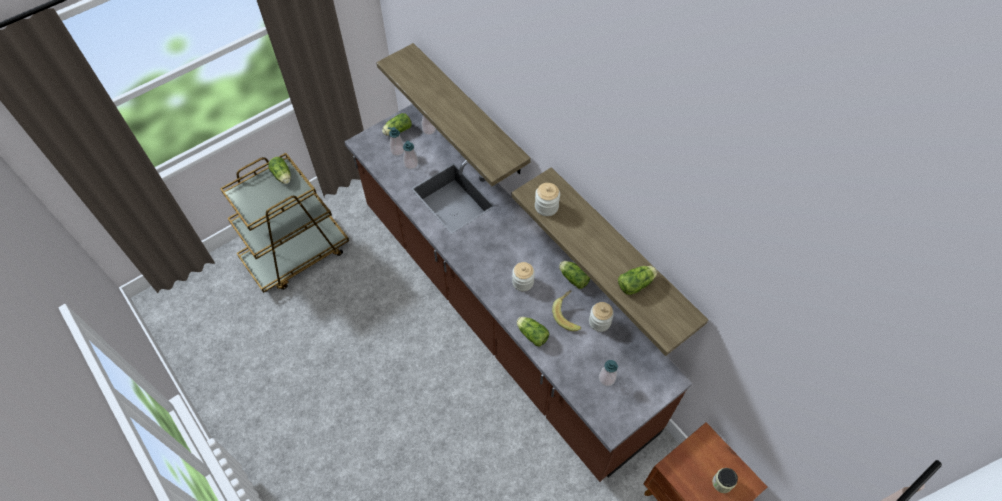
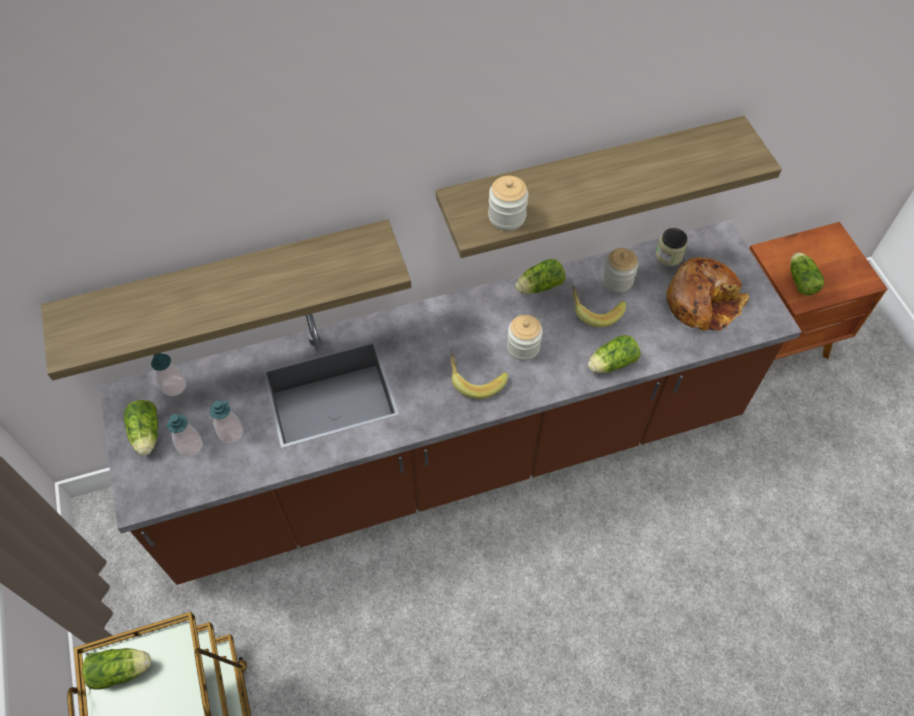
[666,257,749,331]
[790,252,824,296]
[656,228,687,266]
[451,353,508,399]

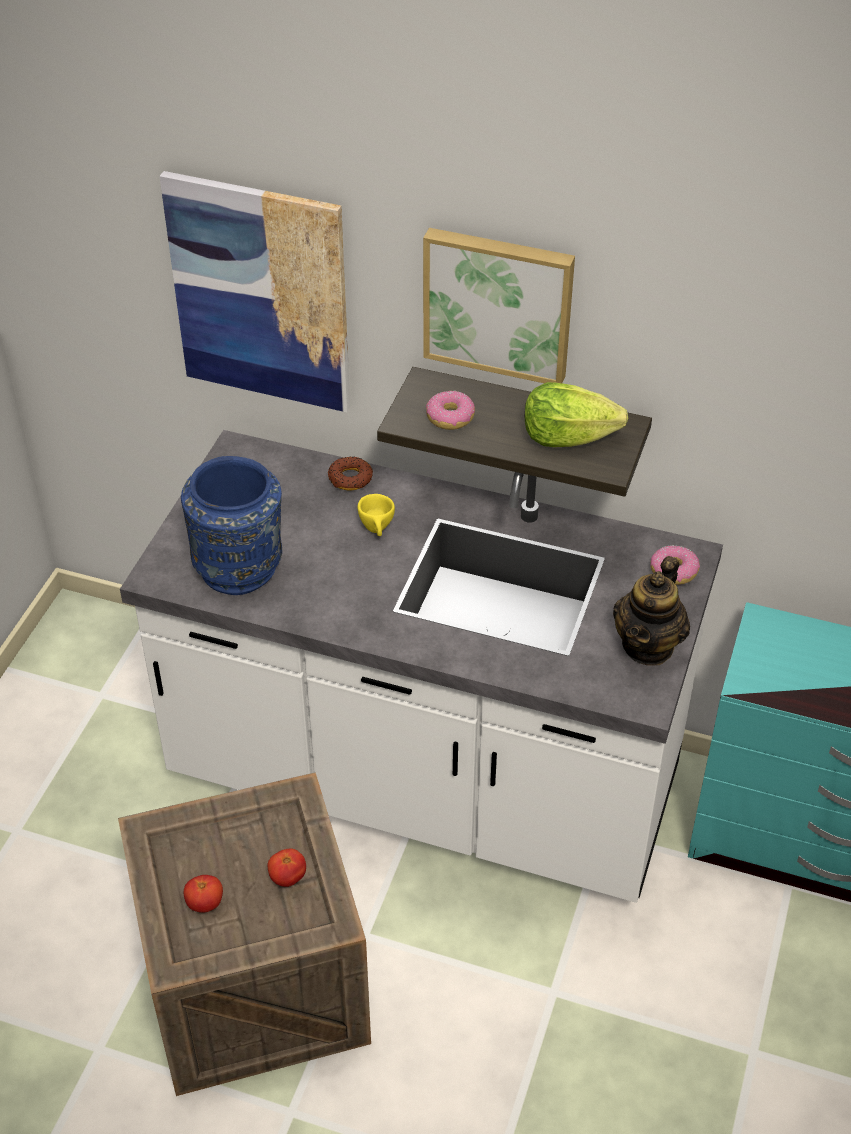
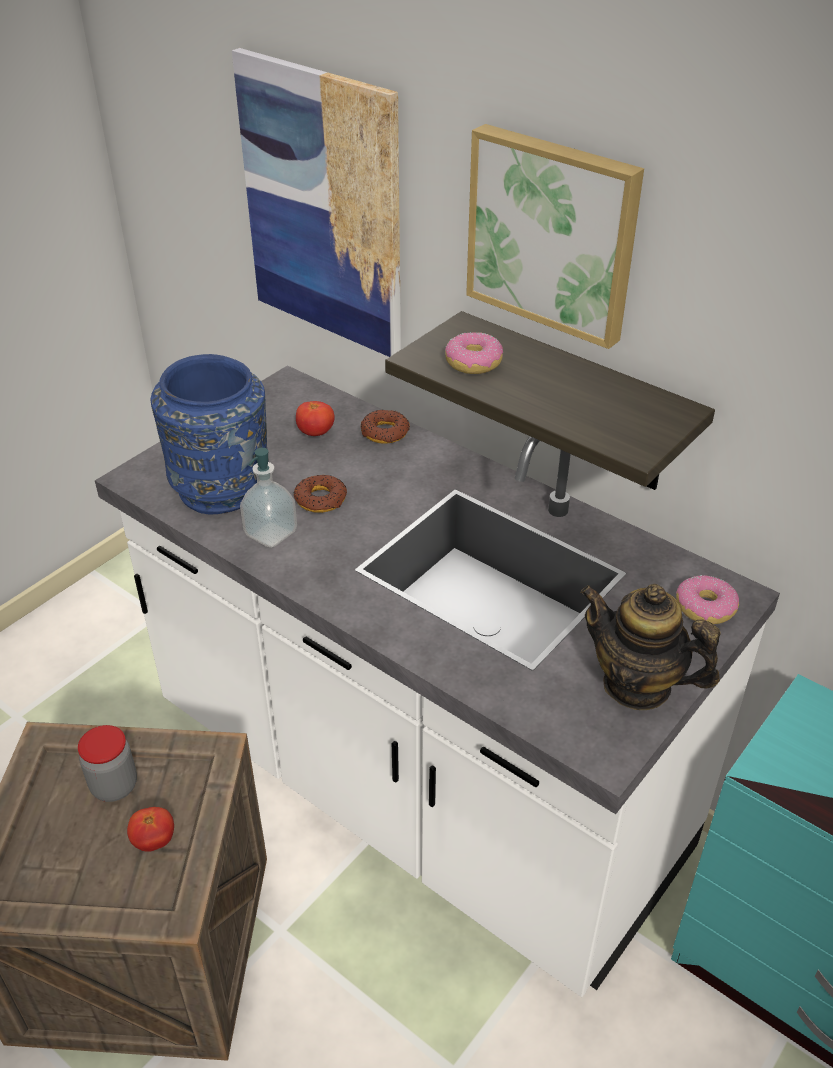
[296,401,335,436]
[358,494,395,536] (first image)
[524,382,628,447] (first image)
[580,584,721,710]
[78,725,137,802]
[240,448,297,548]
[294,475,347,513]

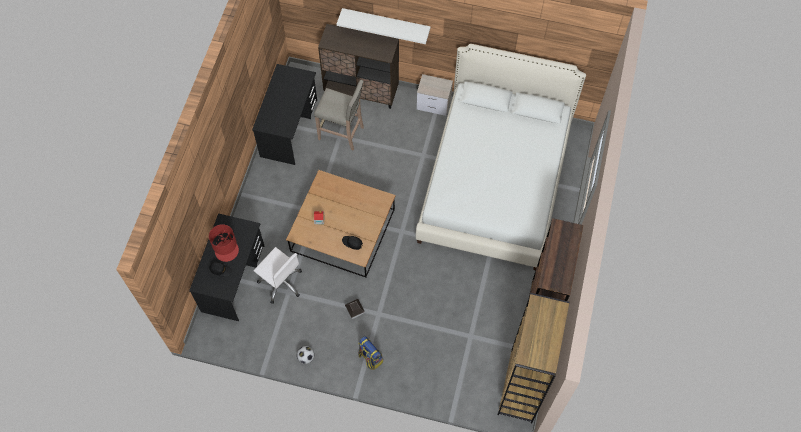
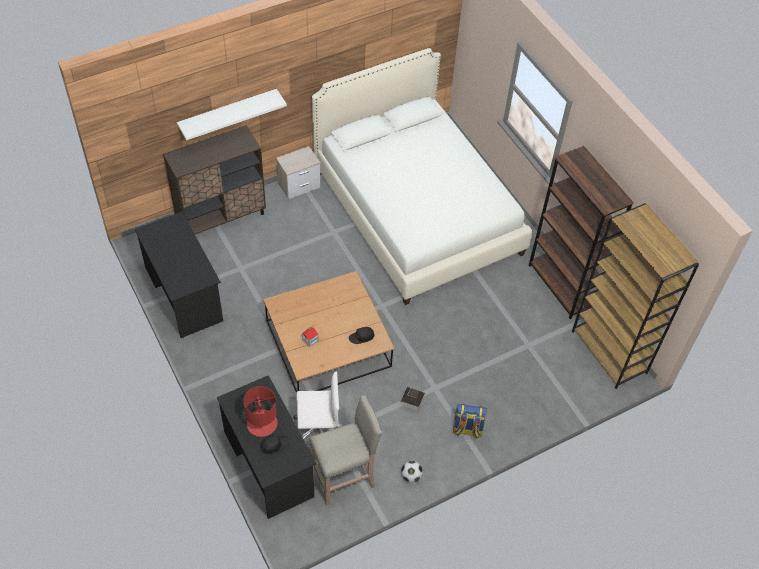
[309,395,382,506]

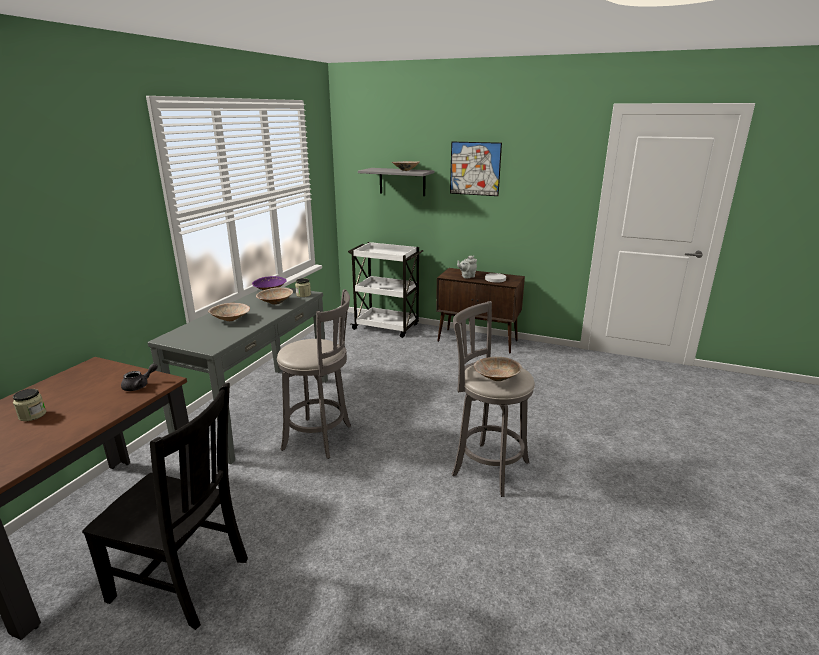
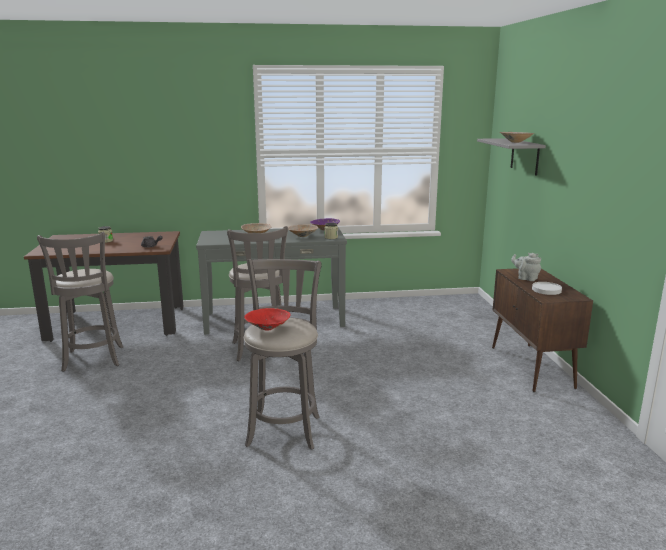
[37,232,123,372]
[348,242,423,338] (first image)
[450,142,502,196] (first image)
[244,308,290,331]

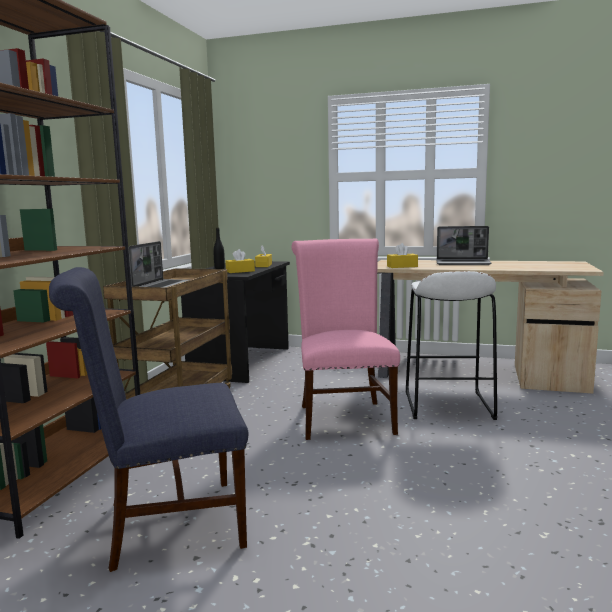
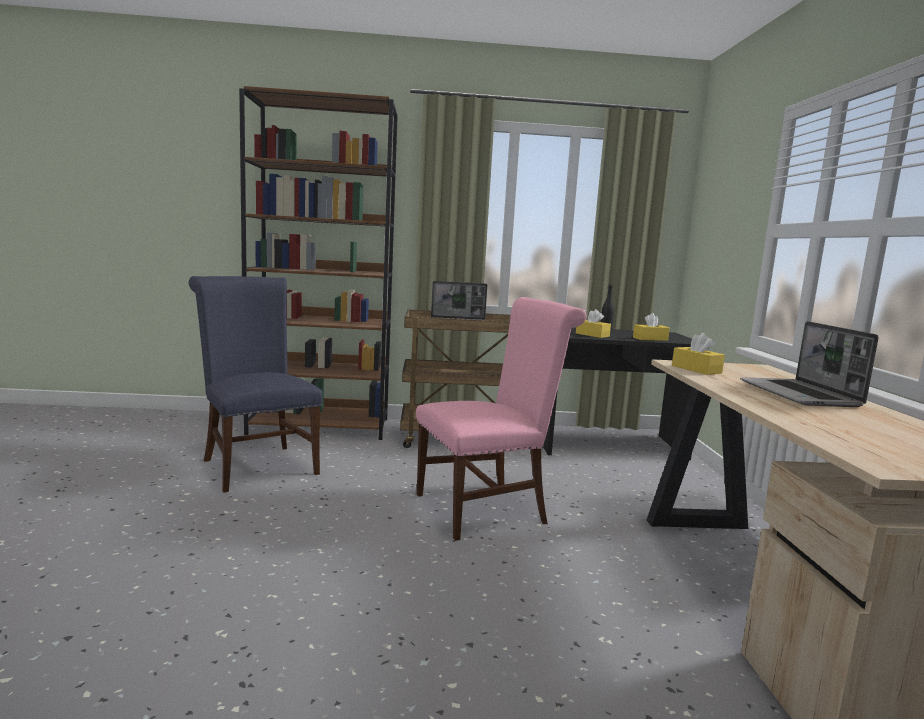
[406,271,497,420] (first image)

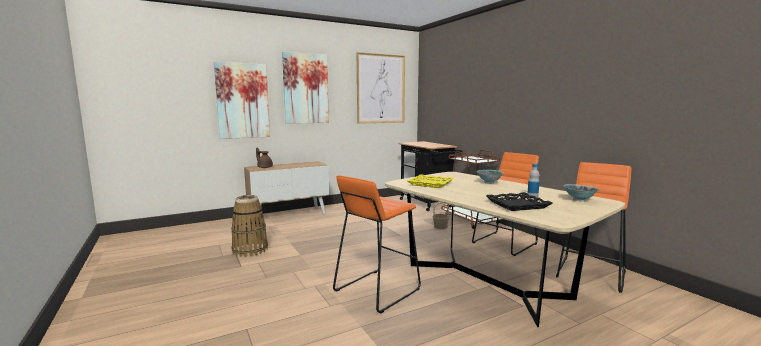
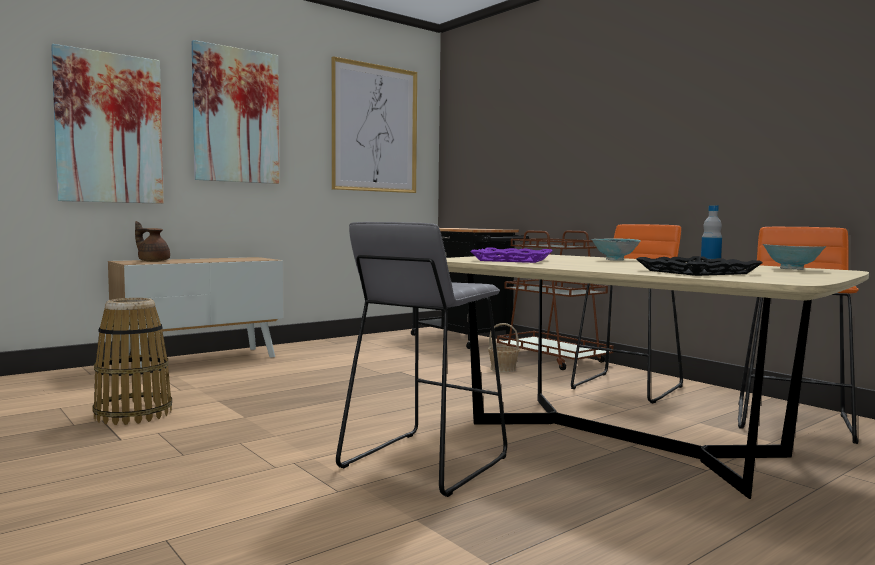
[336,222,507,497]
[470,248,553,263]

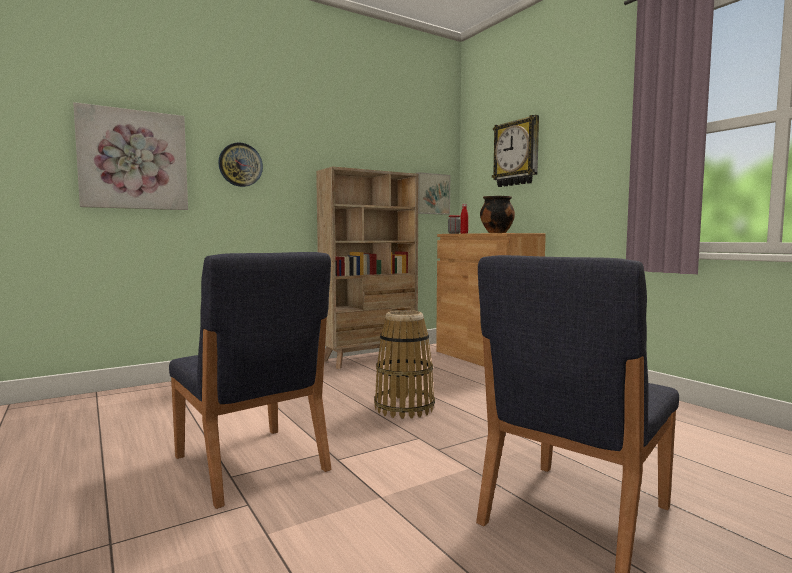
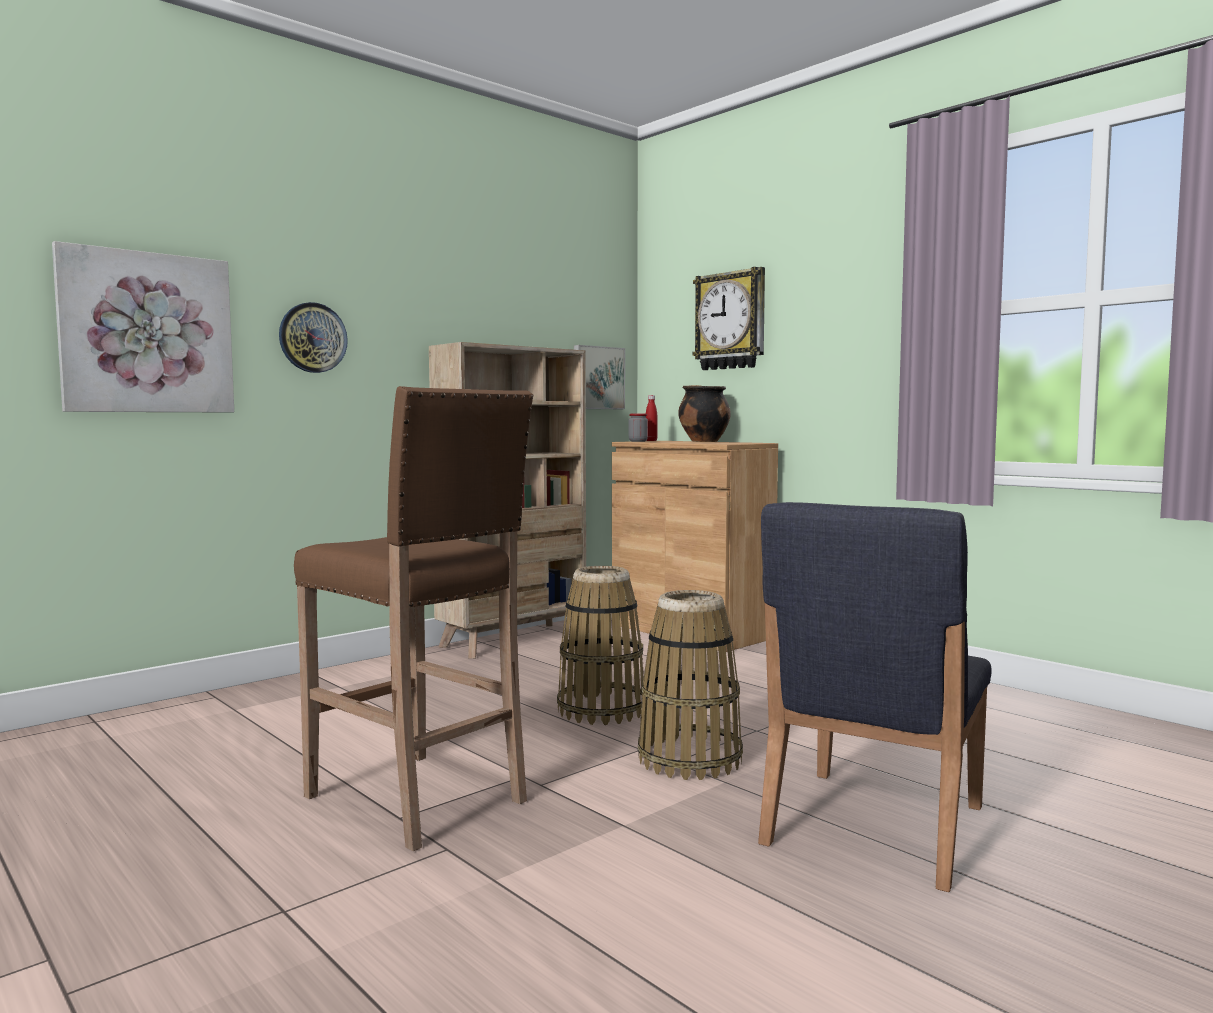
[294,386,533,851]
[638,590,743,780]

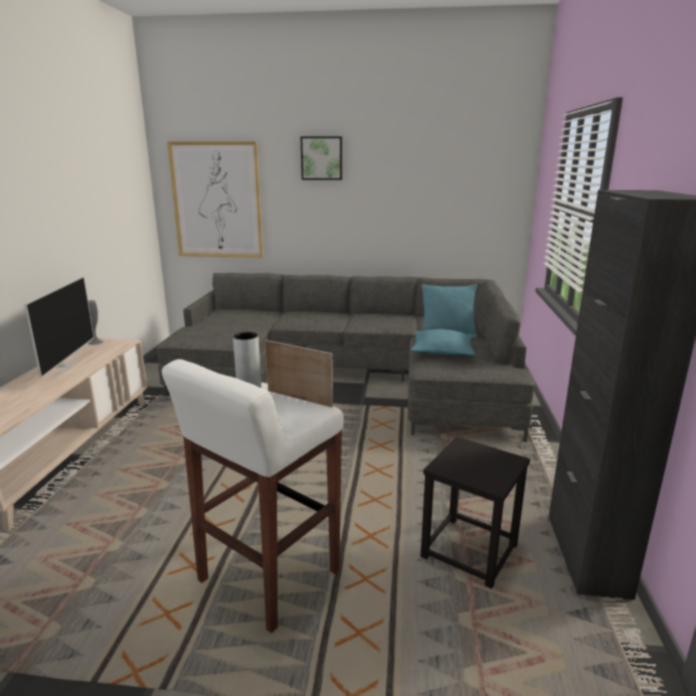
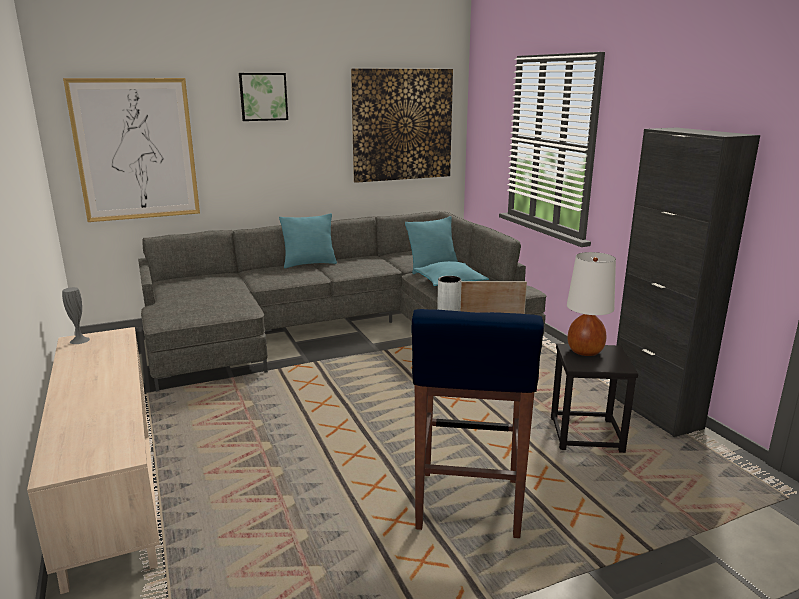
[24,276,94,378] (first image)
[411,309,544,538]
[279,213,337,268]
[351,68,453,183]
[567,252,616,356]

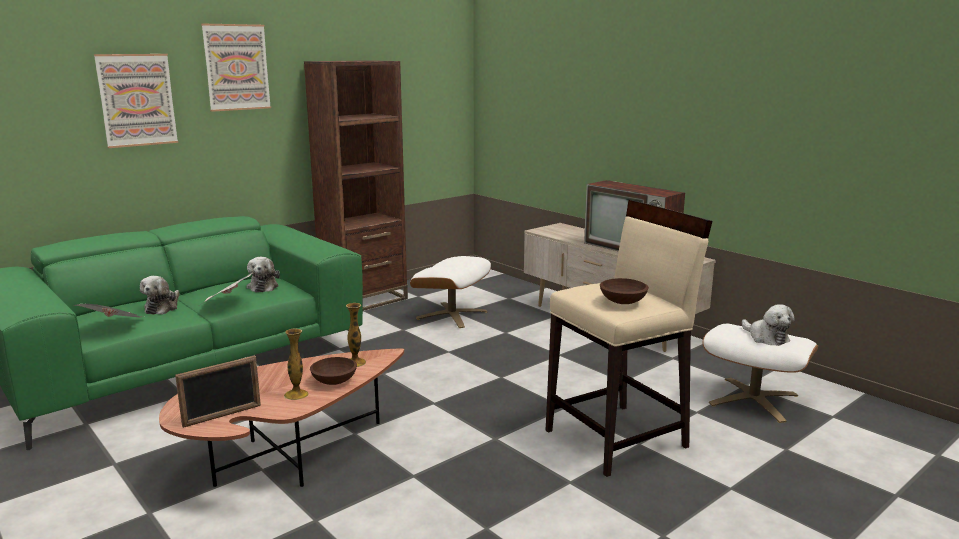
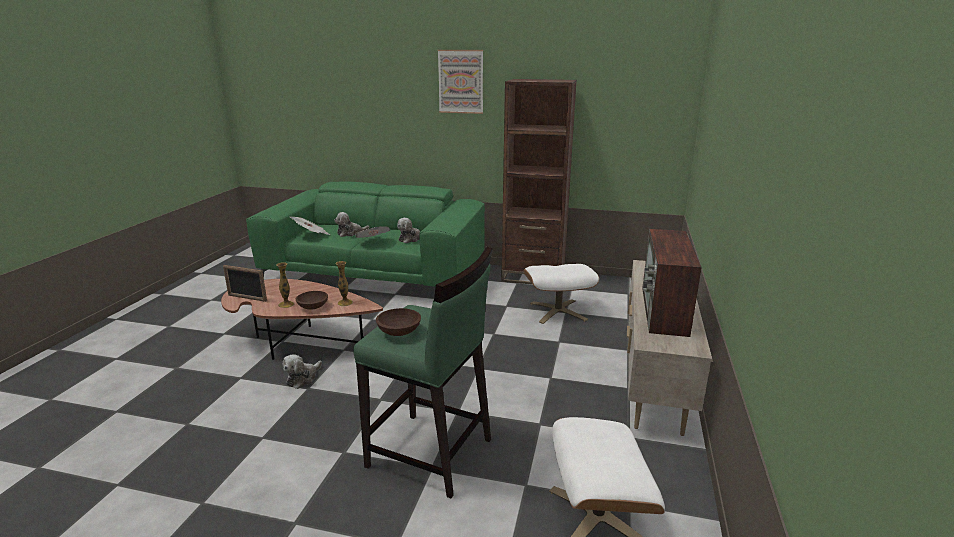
[94,54,178,148] (first image)
[353,247,493,498]
[282,354,322,389]

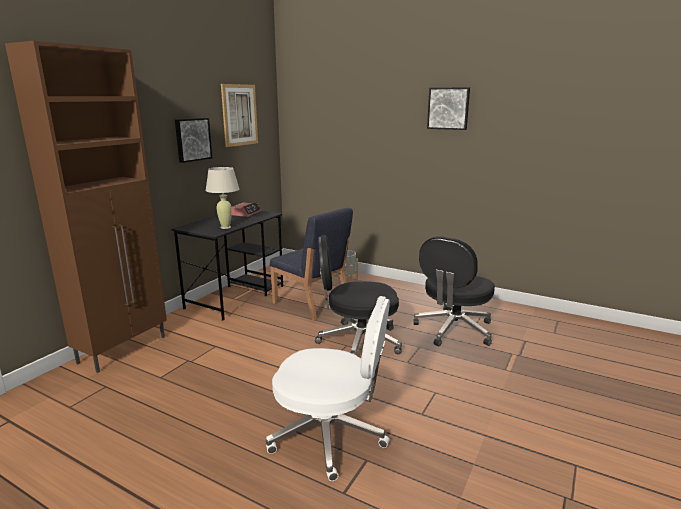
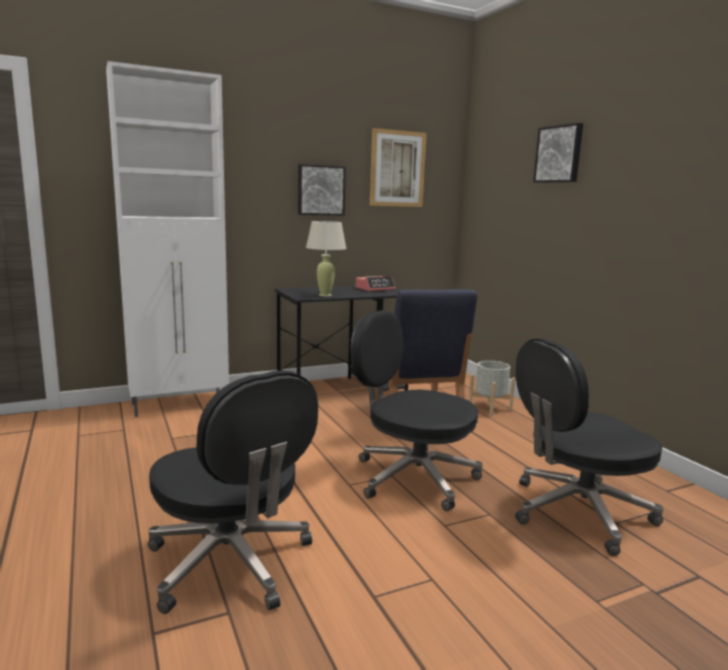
[106,61,229,417]
[148,370,318,614]
[533,123,583,183]

